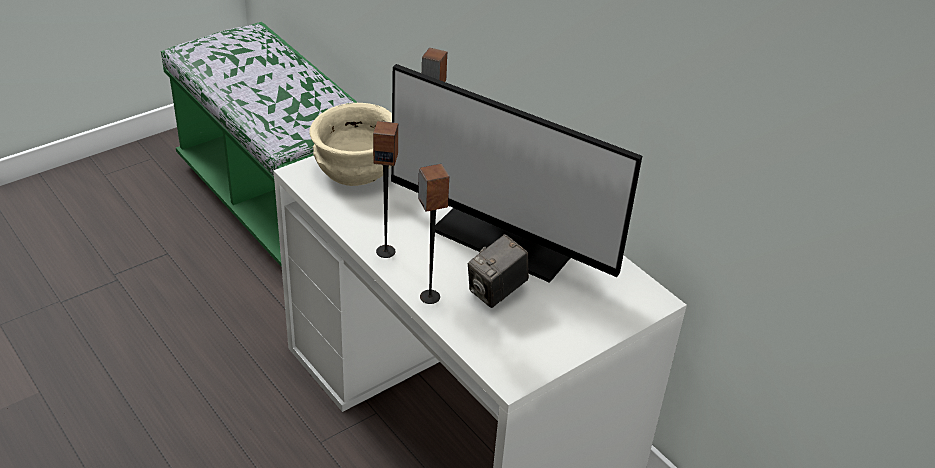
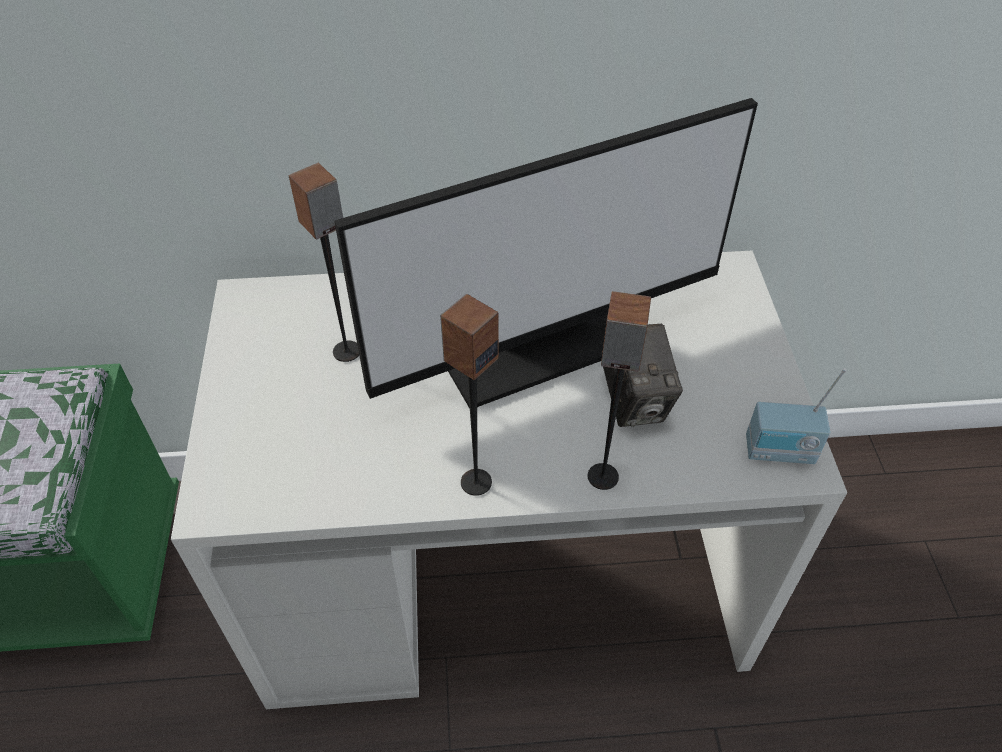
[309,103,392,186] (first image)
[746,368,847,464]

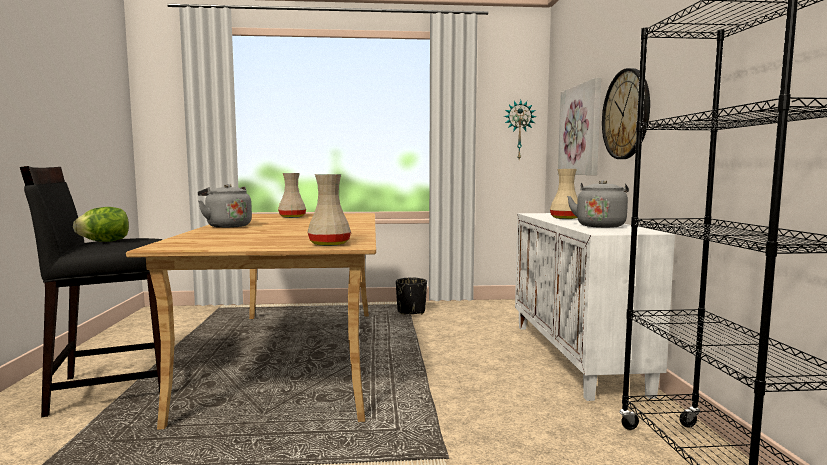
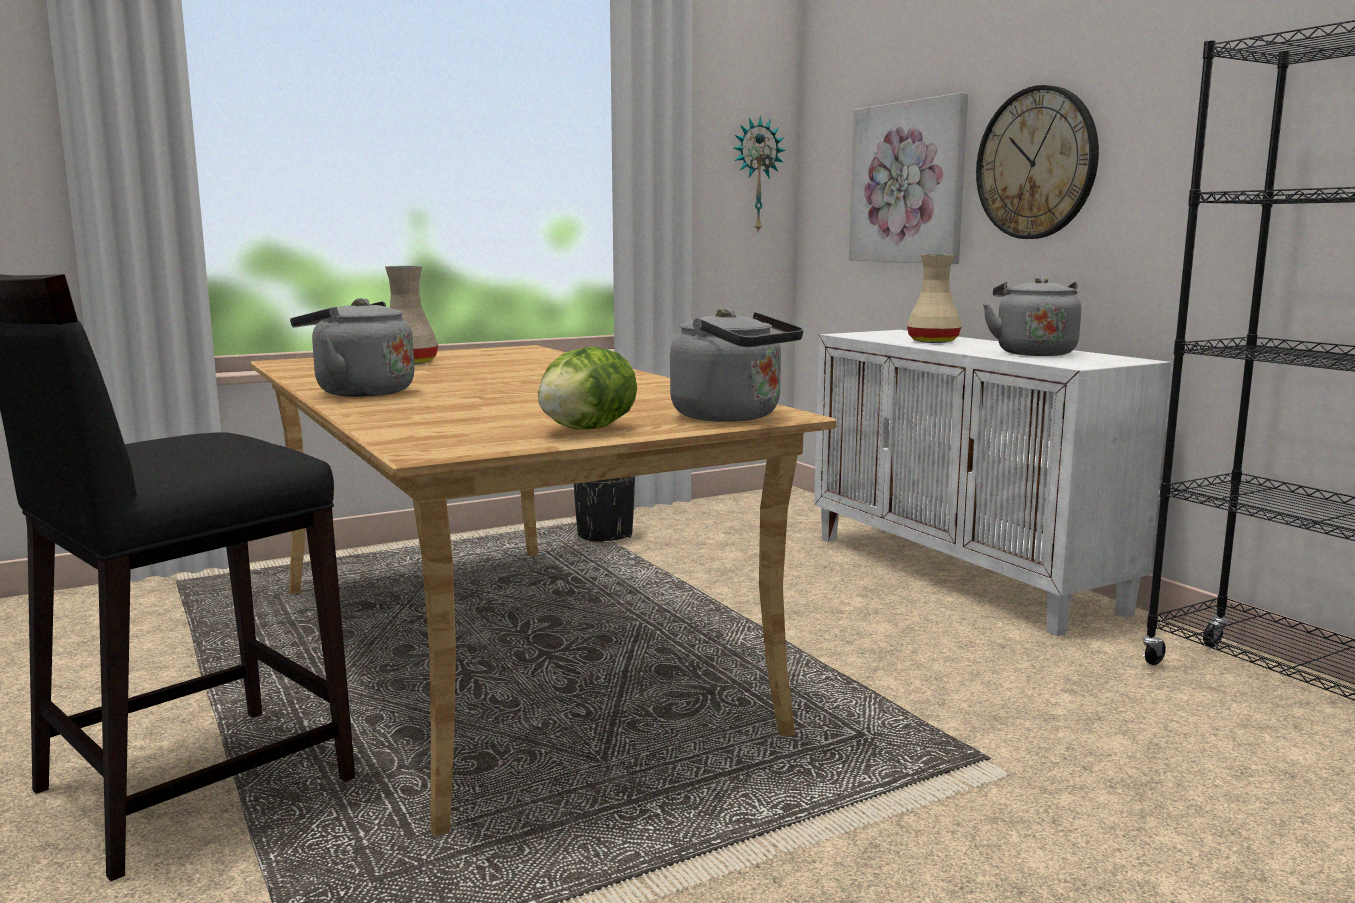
[538,346,637,430]
[670,308,803,422]

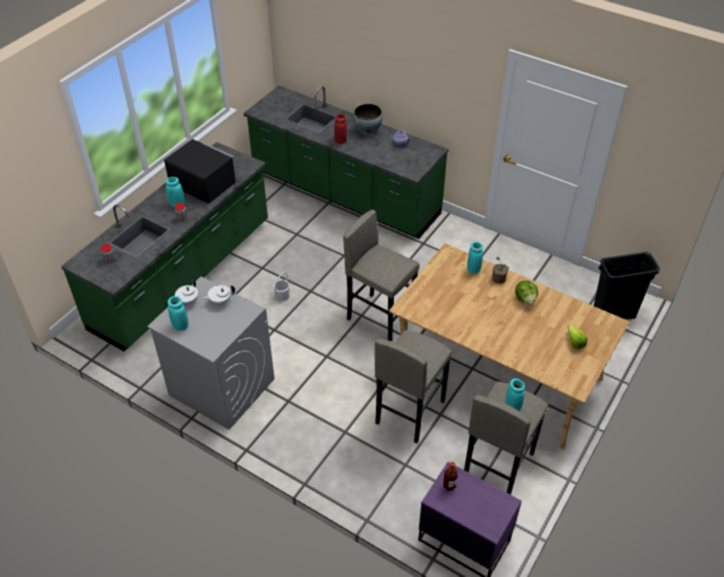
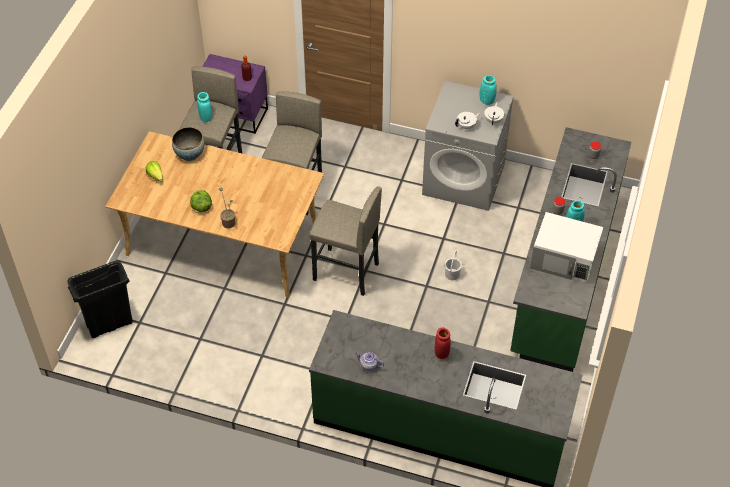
[530,212,603,283]
[172,127,205,161]
[467,241,483,274] (first image)

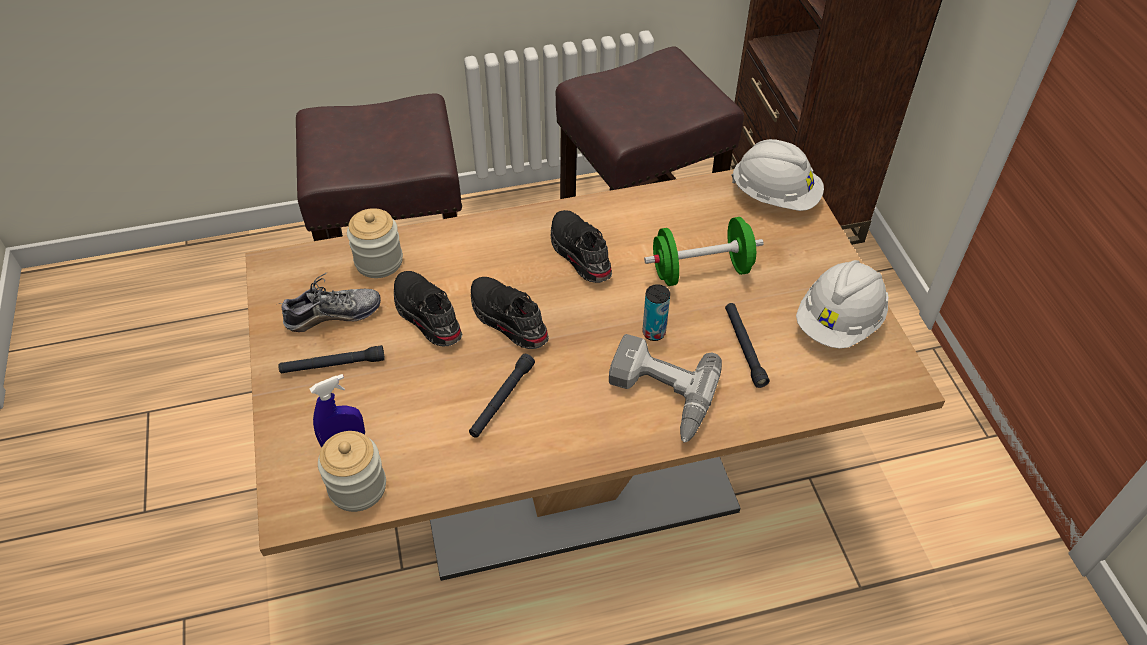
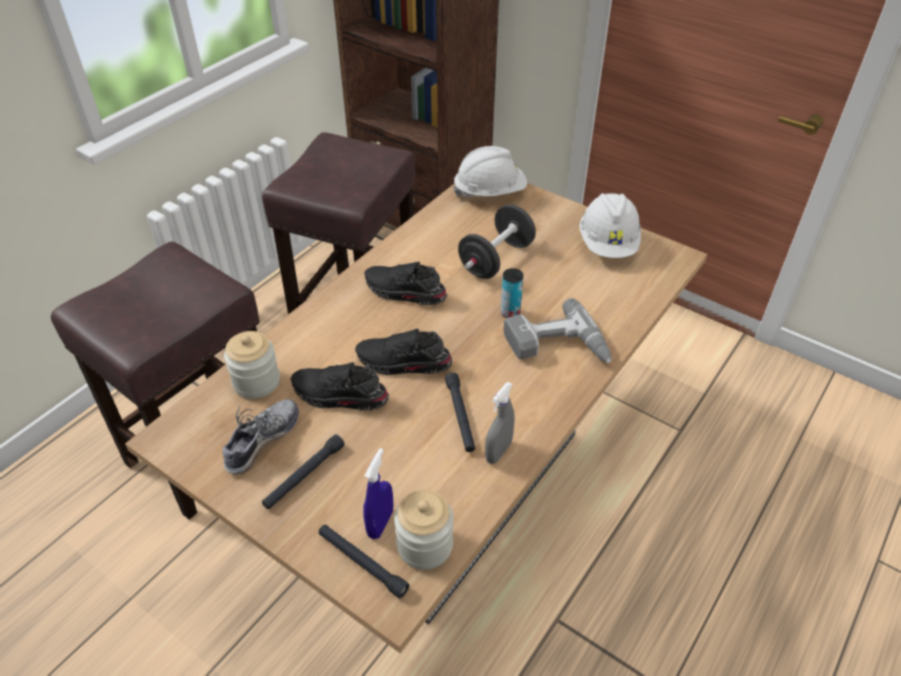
[458,204,536,279]
[319,525,409,598]
[485,382,515,464]

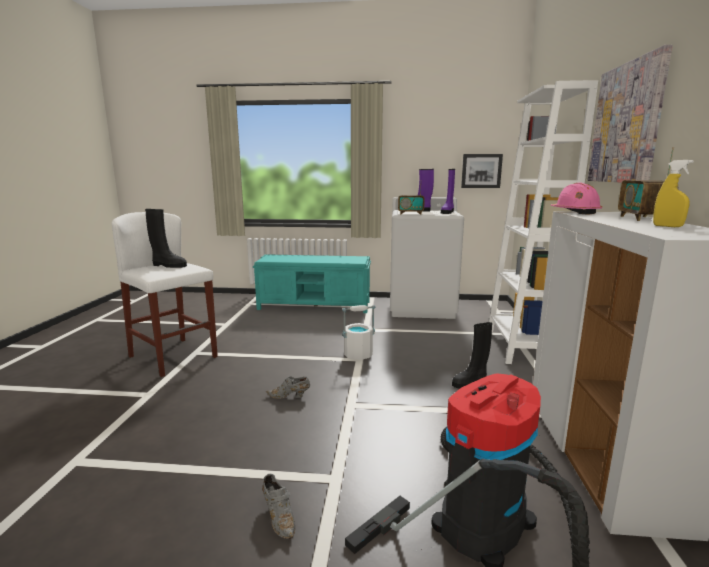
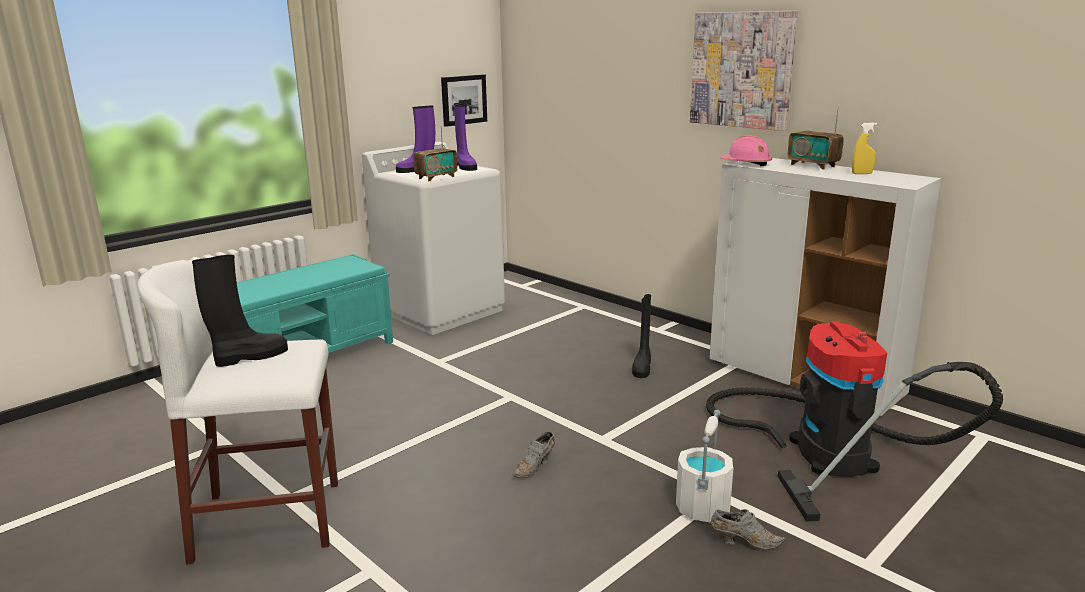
[676,410,734,523]
[489,80,598,364] (first image)

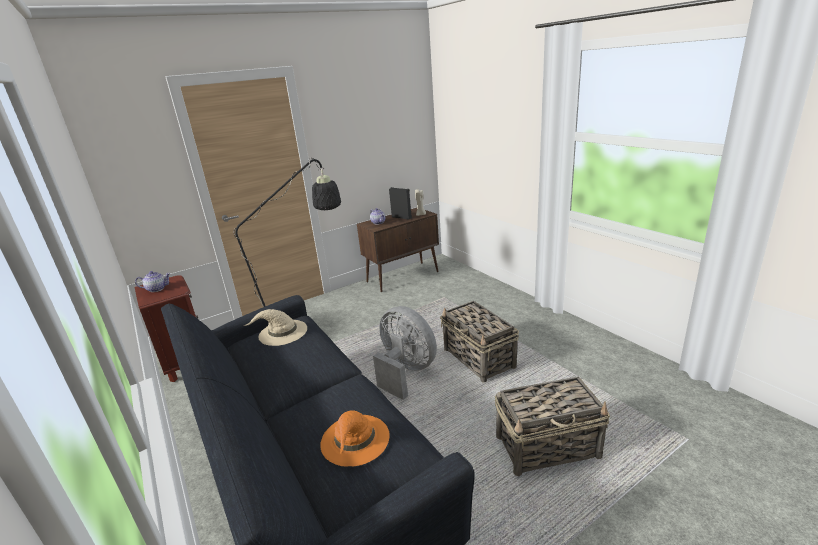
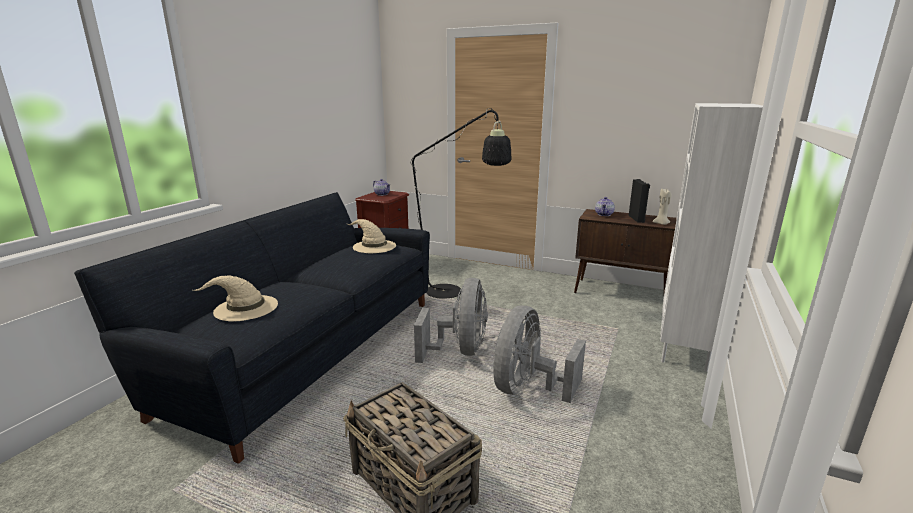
[193,276,278,321]
[493,306,586,403]
[660,103,763,371]

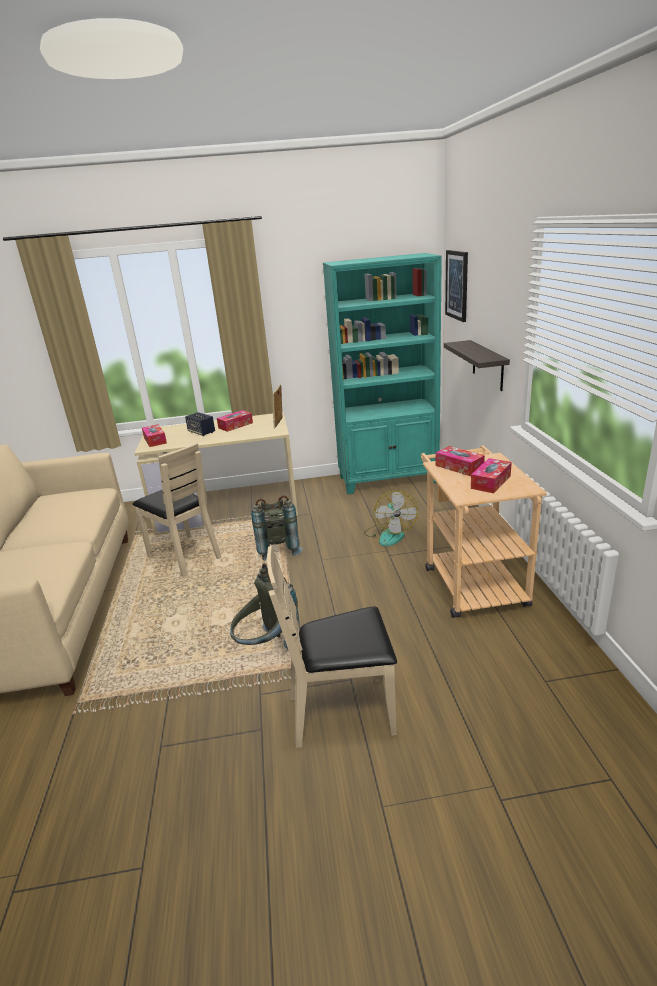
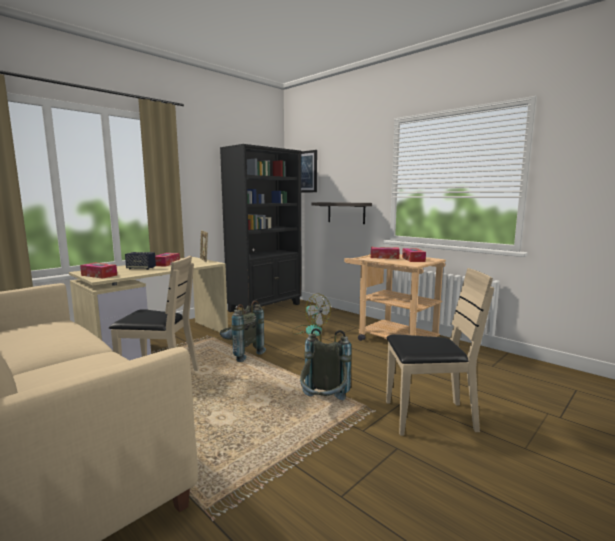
[386,268,494,436]
[220,144,302,312]

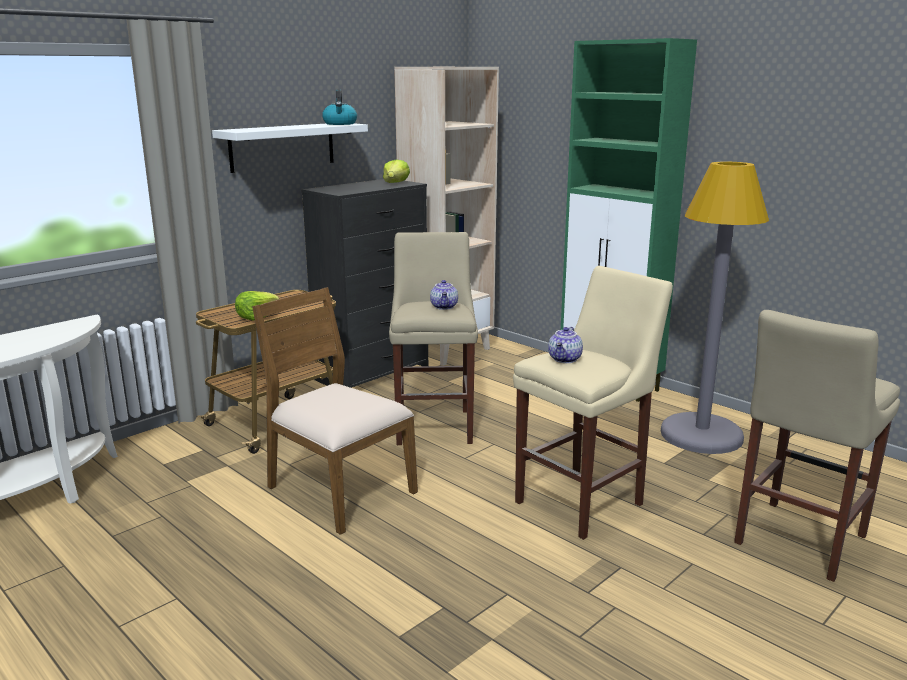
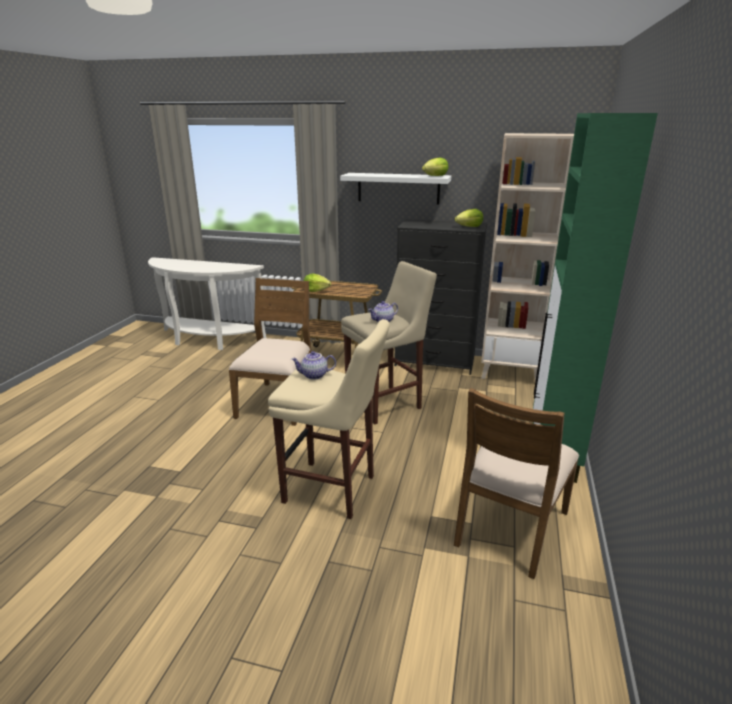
[422,158,448,176]
[454,388,579,579]
[734,310,900,582] (first image)

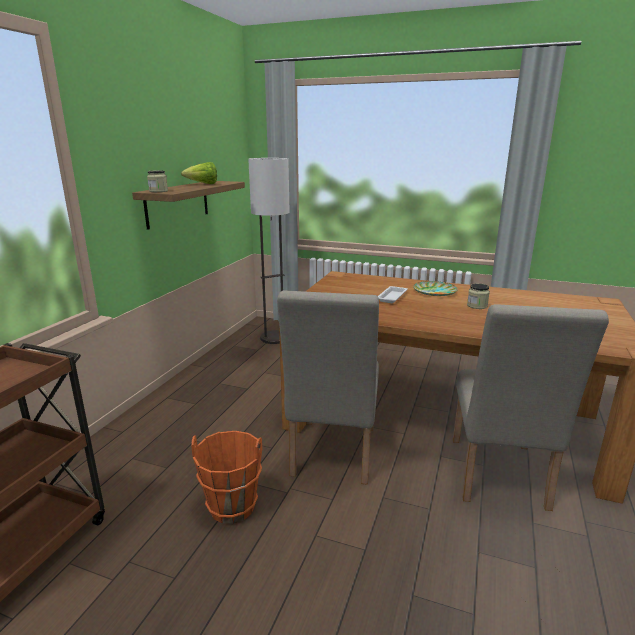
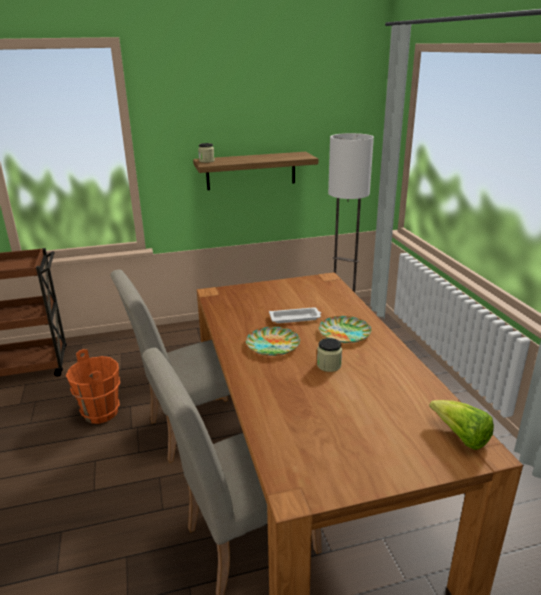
[429,400,494,450]
[246,327,300,356]

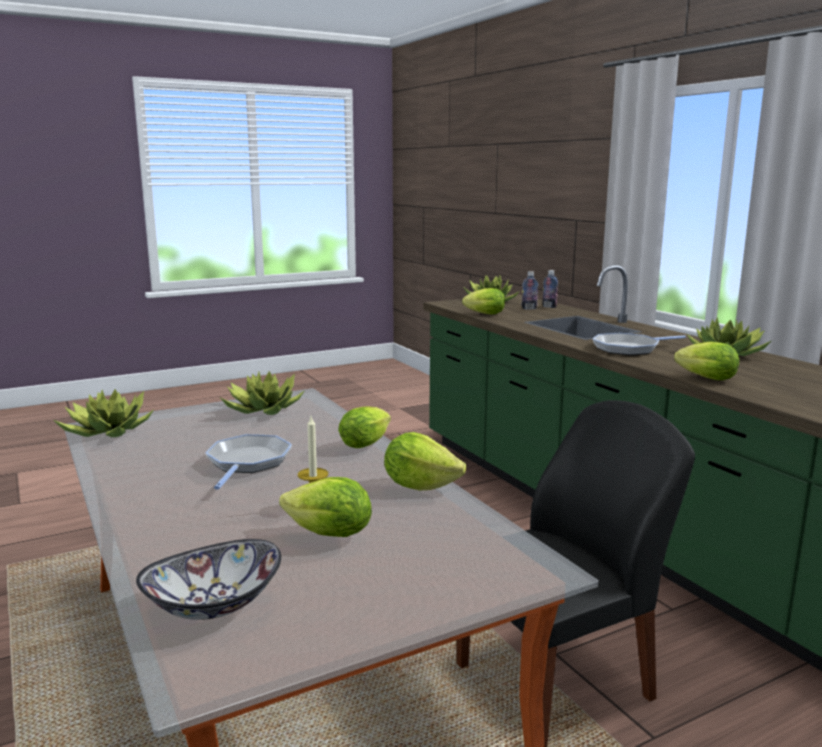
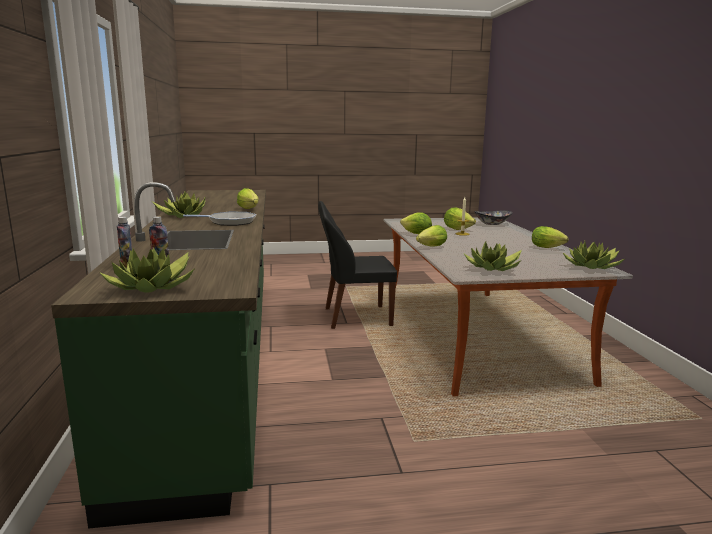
[205,434,292,490] (first image)
[532,226,568,248]

